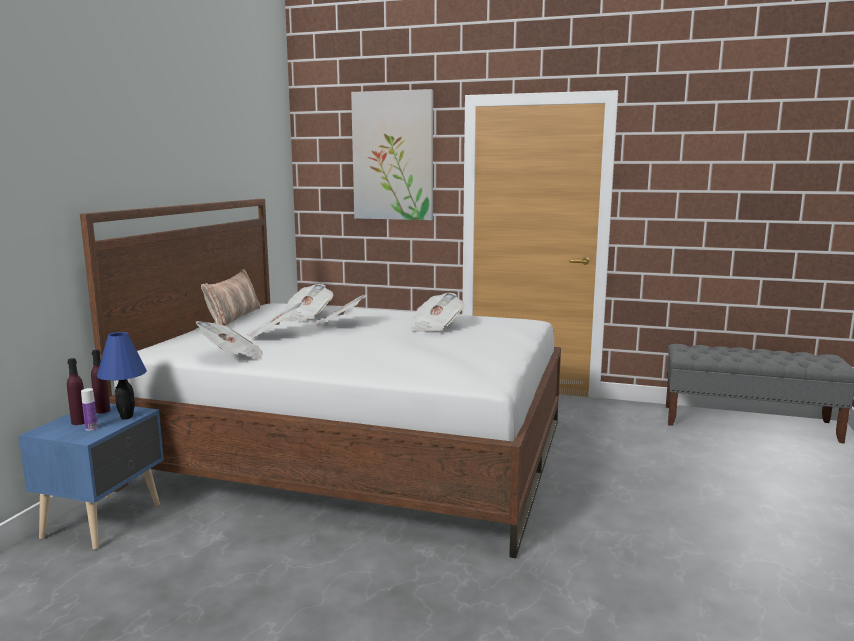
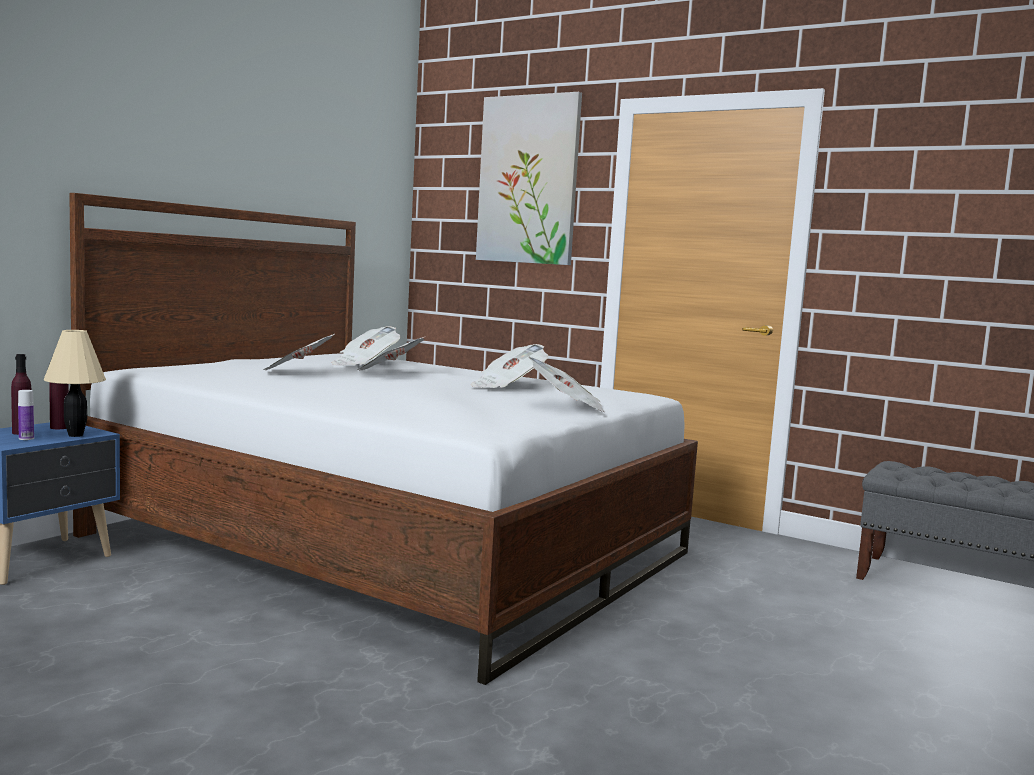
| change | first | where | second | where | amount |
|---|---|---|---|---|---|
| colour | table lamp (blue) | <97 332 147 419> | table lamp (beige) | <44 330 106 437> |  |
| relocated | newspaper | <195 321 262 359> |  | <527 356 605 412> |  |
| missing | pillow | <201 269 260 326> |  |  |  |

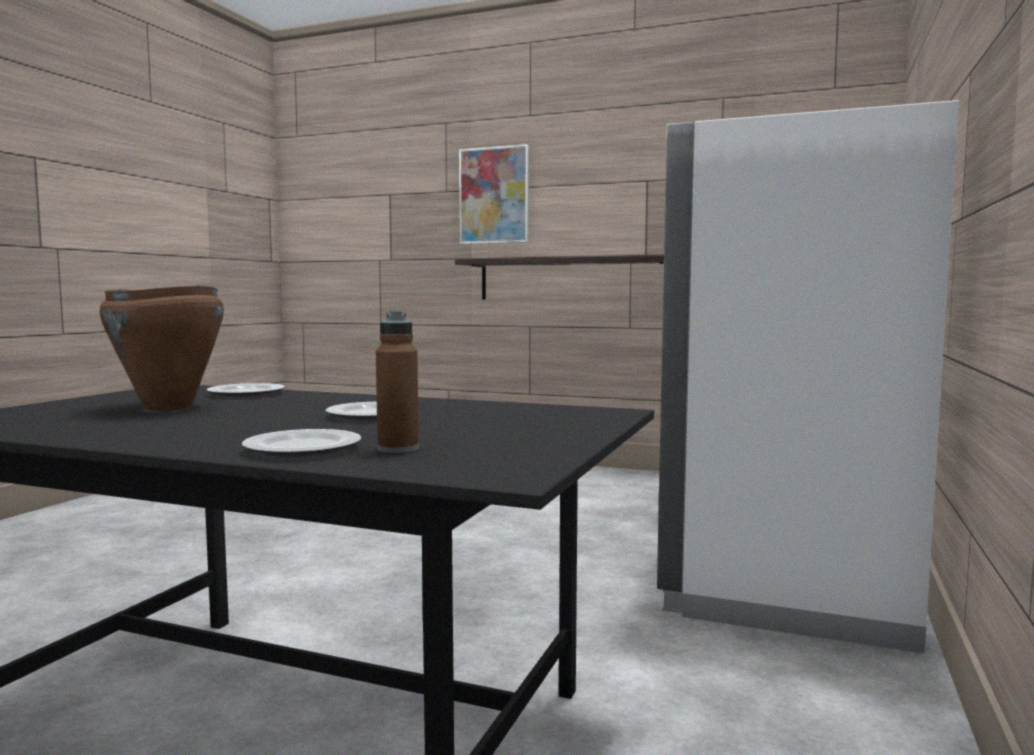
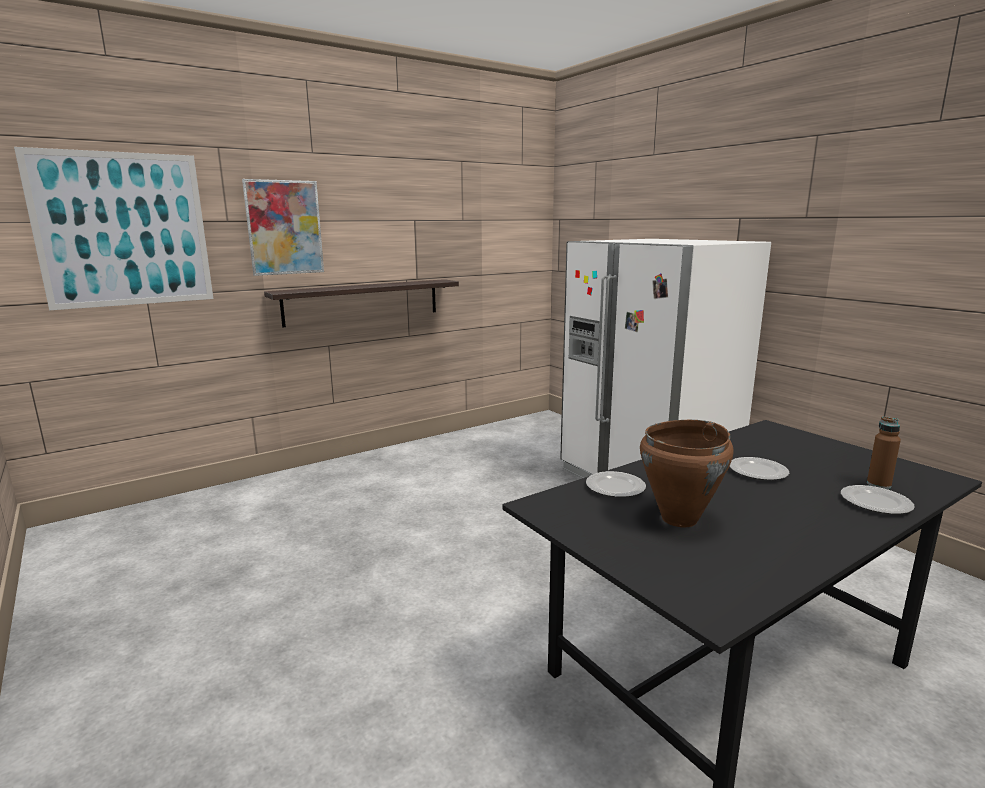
| change | first | where | second | where | amount |
|---|---|---|---|---|---|
| appeared |  |  | picture | <14 147 213 310> |  |

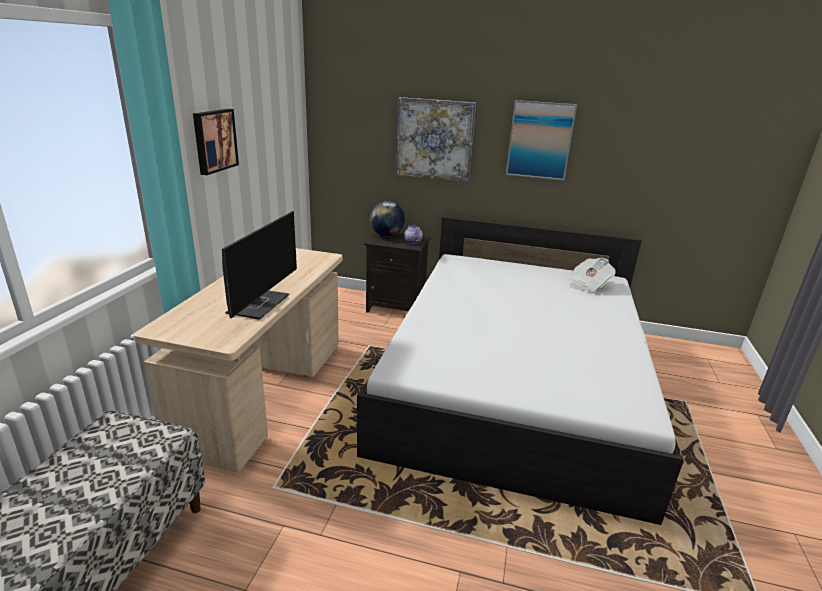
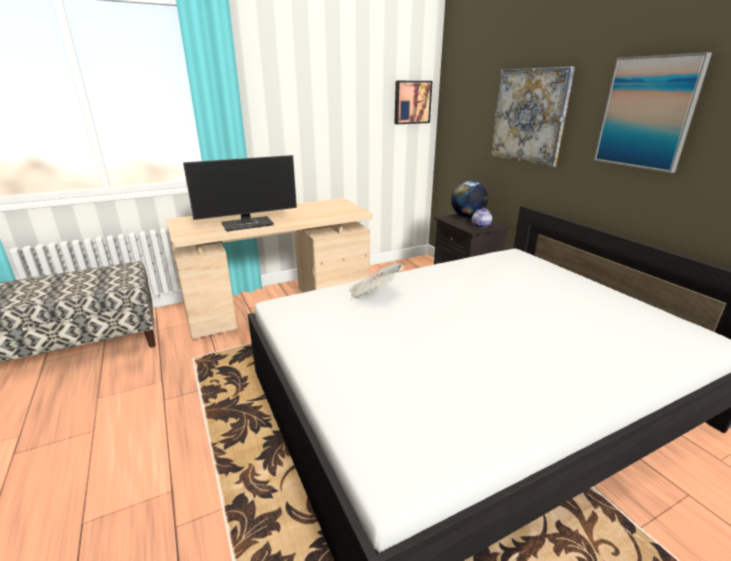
| change | first | where | second | where | amount |
|---|---|---|---|---|---|
| relocated | picture | <193 109 239 175> |  | <394 81 433 124> |  |
| relocated | newspaper | <570 258 616 292> |  | <349 263 403 298> |  |

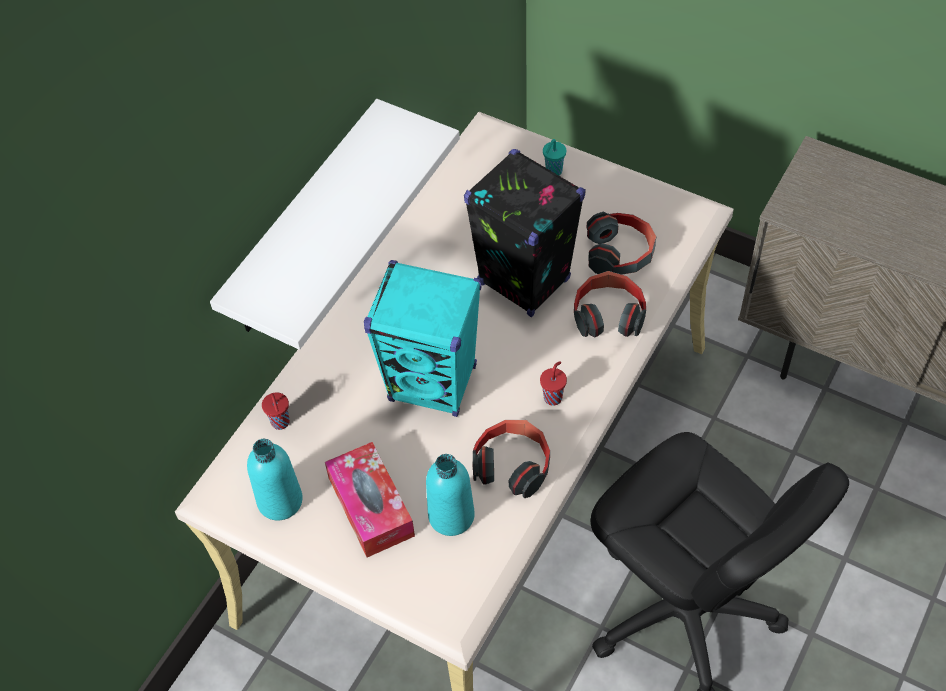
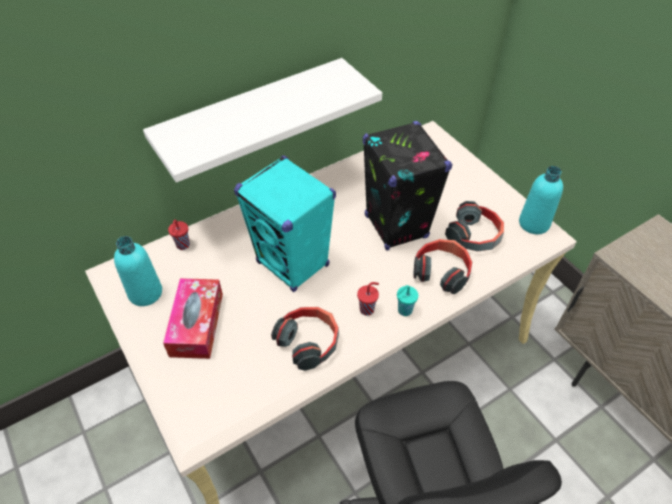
| change | first | where | second | where | amount |
|---|---|---|---|---|---|
| relocated | bottle (turquoise) | <426 454 475 536> |  | <519 166 563 234> |  |
| relocated | cup (turquoise) | <543 139 566 176> |  | <397 285 418 316> |  |

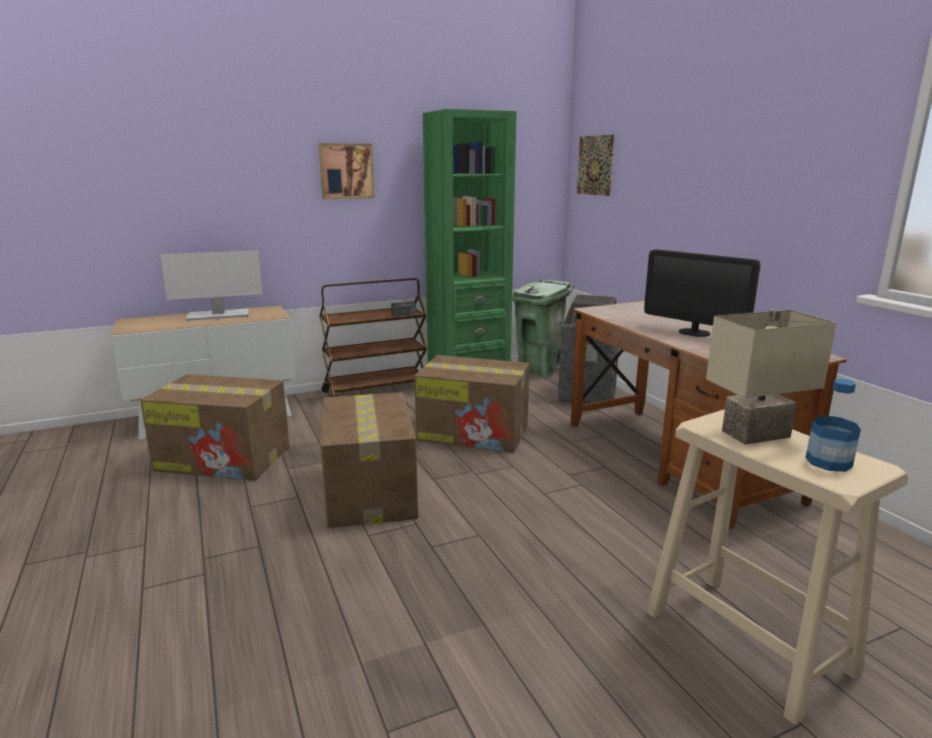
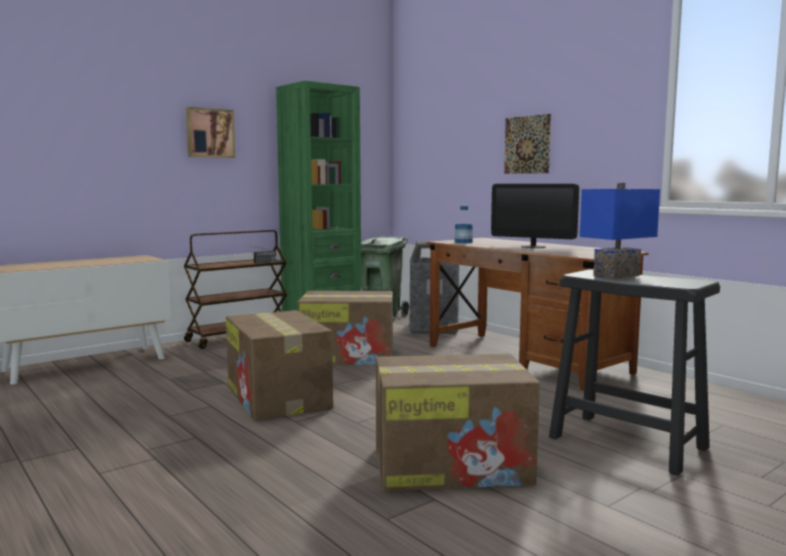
| change | first | where | second | where | amount |
|---|---|---|---|---|---|
| relocated | cardboard box | <140 374 290 481> |  | <376 354 540 491> |  |
| missing | monitor | <160 251 263 321> |  |  |  |
| relocated | picture | <577 135 614 196> |  | <504 114 551 174> |  |
| colour | stool (beige) | <647 409 909 725> | stool (black) | <549 269 720 476> |  |
| colour | table lamp (beige) | <706 309 837 444> | table lamp (blue) | <580 183 660 279> |  |
| relocated | bottle | <805 379 861 472> |  | <455 206 472 243> |  |

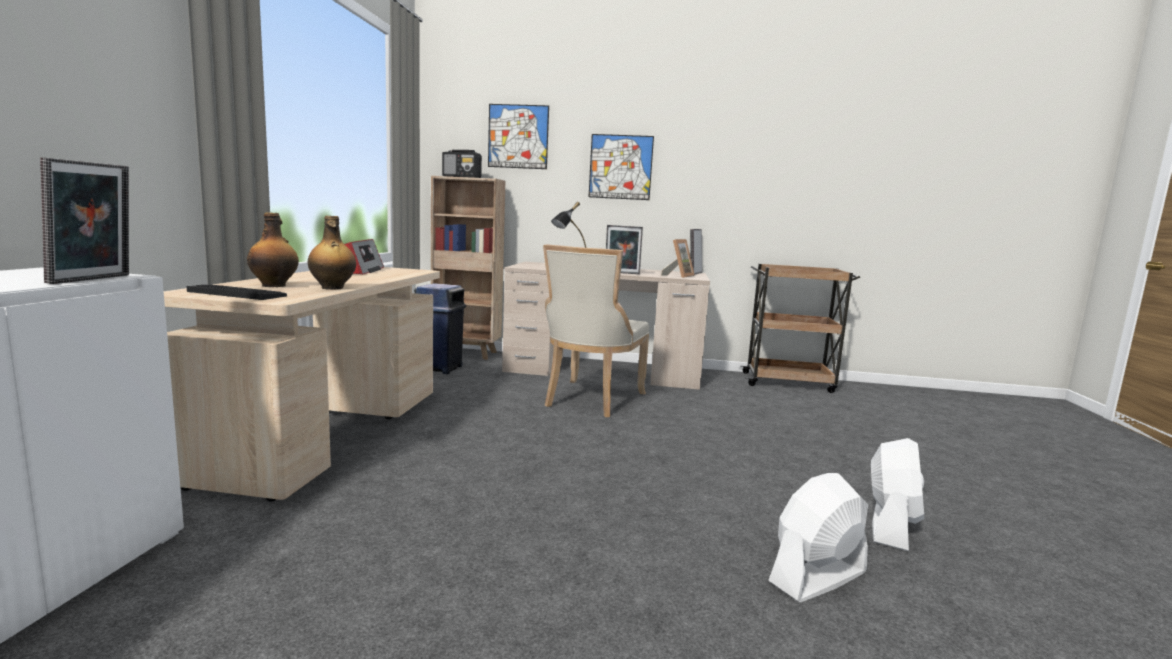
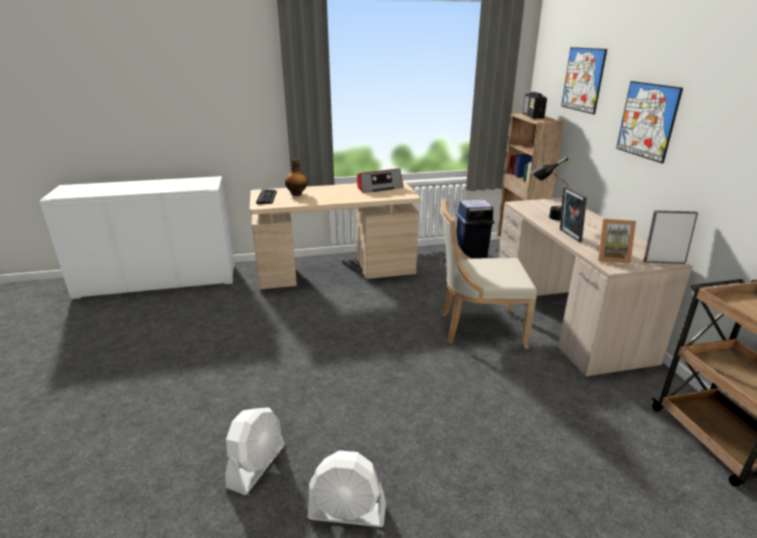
| change | first | where | second | where | amount |
|---|---|---|---|---|---|
| missing | picture frame | <40 157 129 284> |  |  |  |
| missing | bottle | <308 215 356 290> |  |  |  |
| spun | fan (white) | <768 473 868 602> |  | <225 407 284 495> | 75 degrees clockwise |

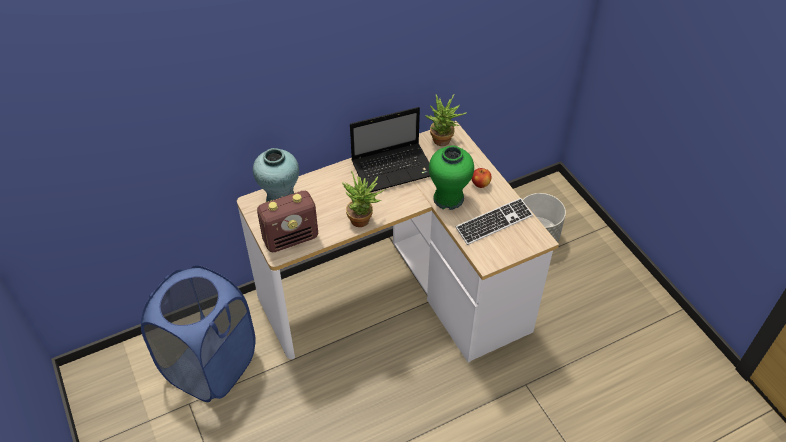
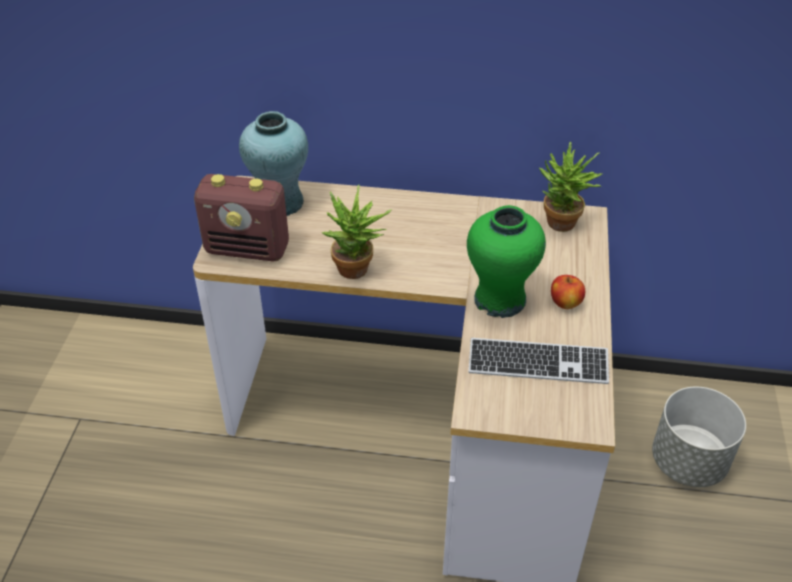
| change | first | where | second | where | amount |
|---|---|---|---|---|---|
| missing | laundry basket (blue) | <141 265 256 402> |  |  |  |
| missing | laptop | <350 107 430 192> |  |  |  |

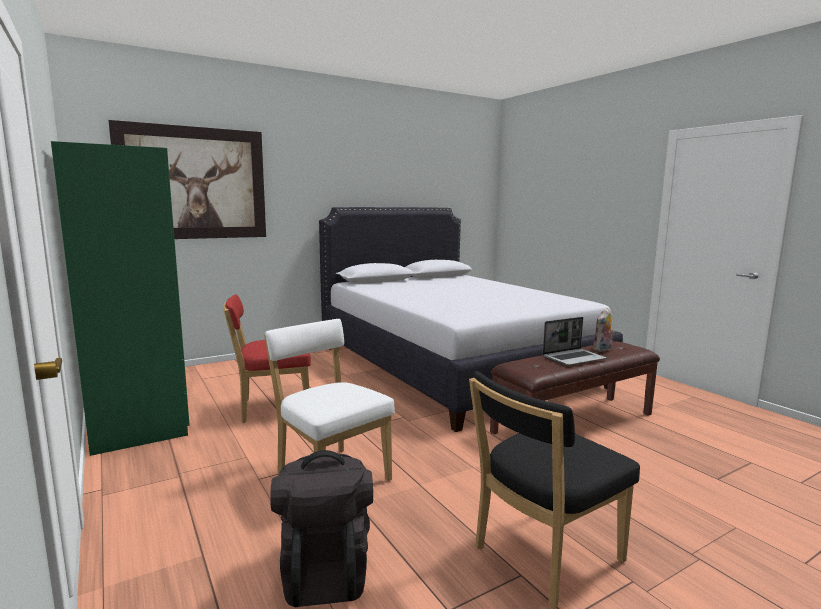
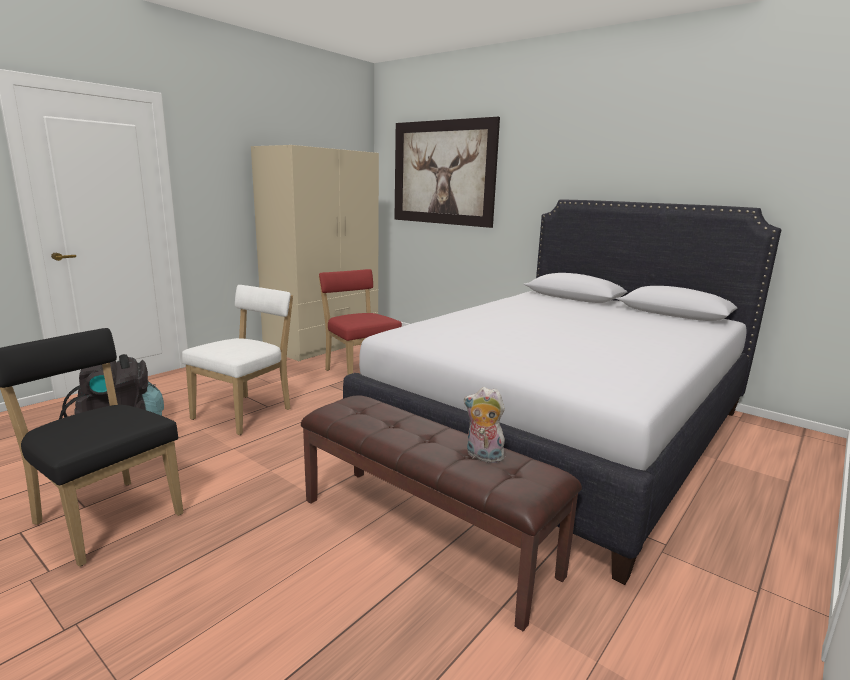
| change | first | where | second | where | amount |
|---|---|---|---|---|---|
| colour | wardrobe (green) | <51 141 190 456> | wardrobe (beige) | <251 145 379 361> |  |
| missing | laptop | <542 317 607 366> |  |  |  |

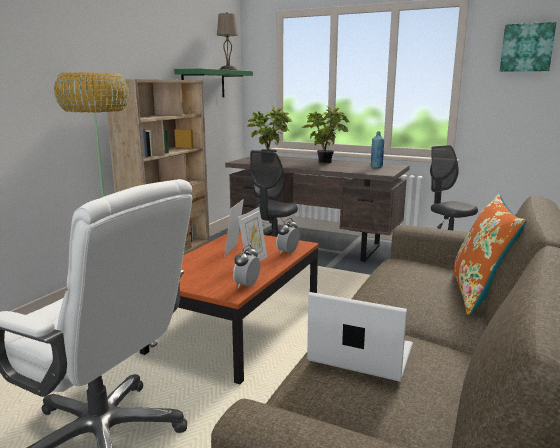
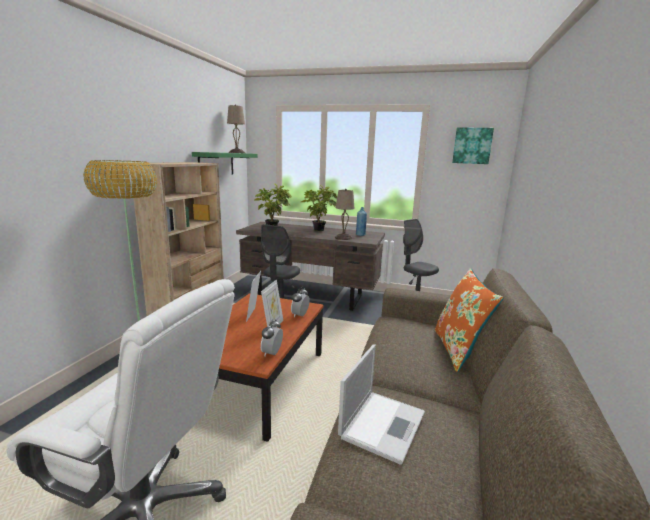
| change | first | where | second | where | amount |
|---|---|---|---|---|---|
| spun | laptop | <307 292 413 382> |  | <338 344 425 465> | 105 degrees clockwise |
| appeared |  |  | table lamp (beige) | <335 189 355 240> |  |

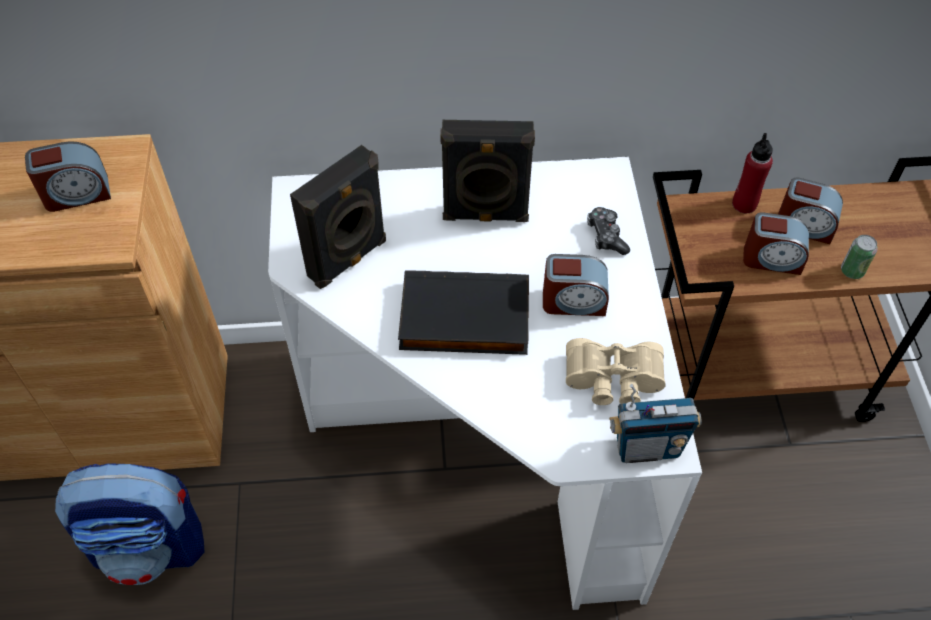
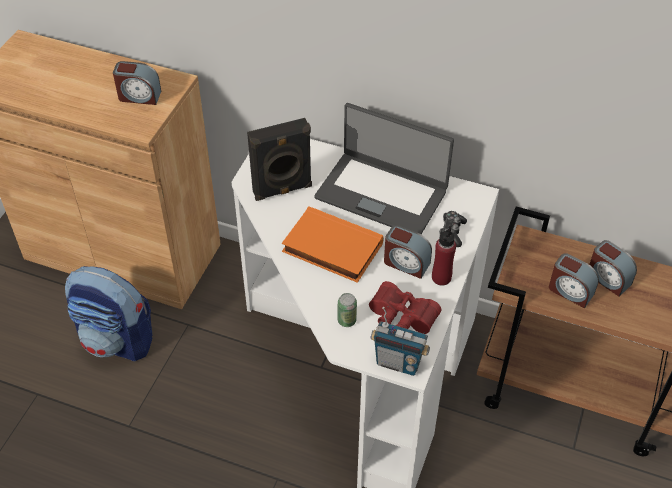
| change | first | where | second | where | amount |
|---|---|---|---|---|---|
| colour | book (black) | <398 271 529 355> | book (orange) | <282 206 383 283> |  |
| exchanged | speaker (black) | <440 120 535 222> | laptop | <314 103 454 234> |  |
| colour | binoculars (beige) | <566 338 666 405> | binoculars (red) | <369 281 442 334> |  |
| relocated | bottle (red) | <732 133 773 213> |  | <432 225 456 286> |  |
| relocated | can | <841 235 878 279> |  | <338 293 357 327> |  |

